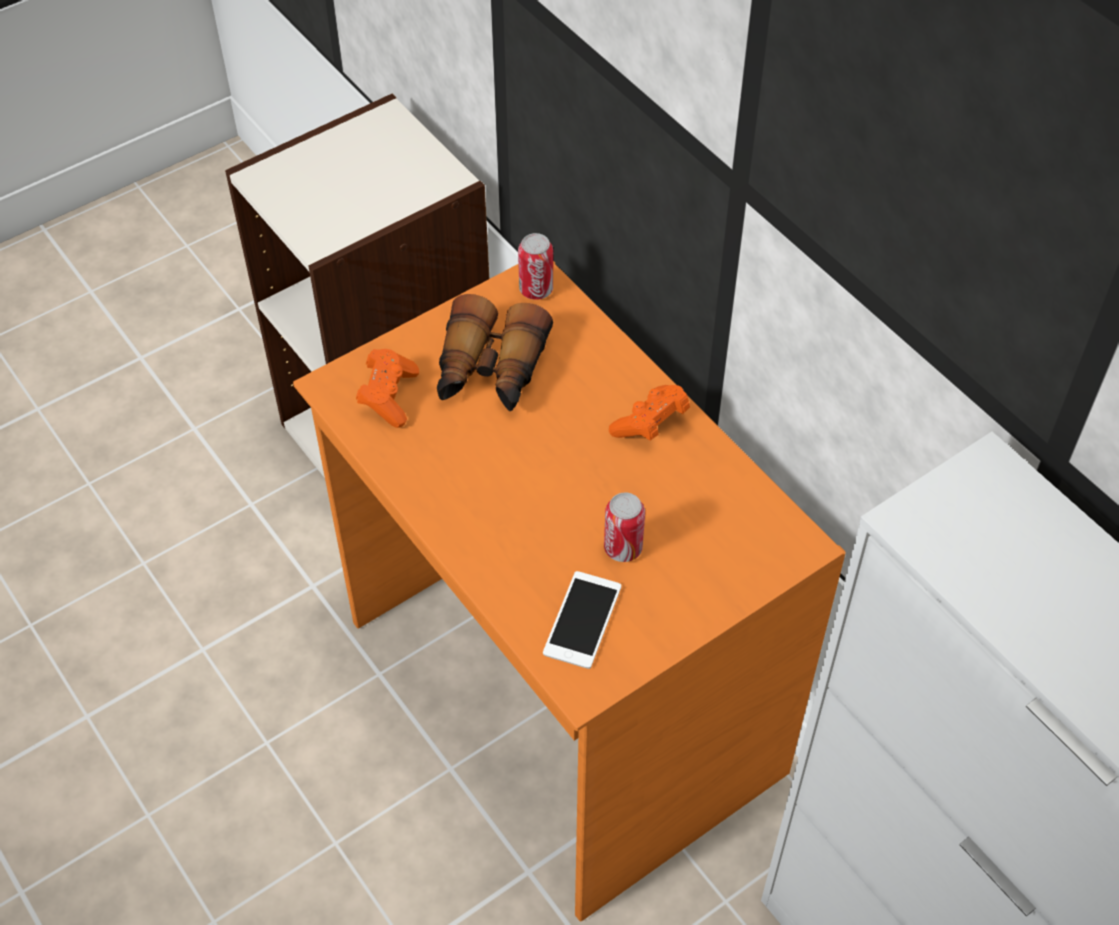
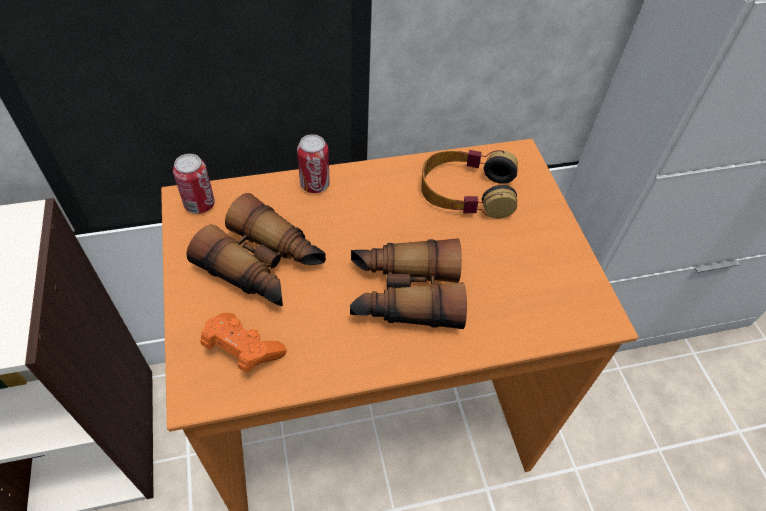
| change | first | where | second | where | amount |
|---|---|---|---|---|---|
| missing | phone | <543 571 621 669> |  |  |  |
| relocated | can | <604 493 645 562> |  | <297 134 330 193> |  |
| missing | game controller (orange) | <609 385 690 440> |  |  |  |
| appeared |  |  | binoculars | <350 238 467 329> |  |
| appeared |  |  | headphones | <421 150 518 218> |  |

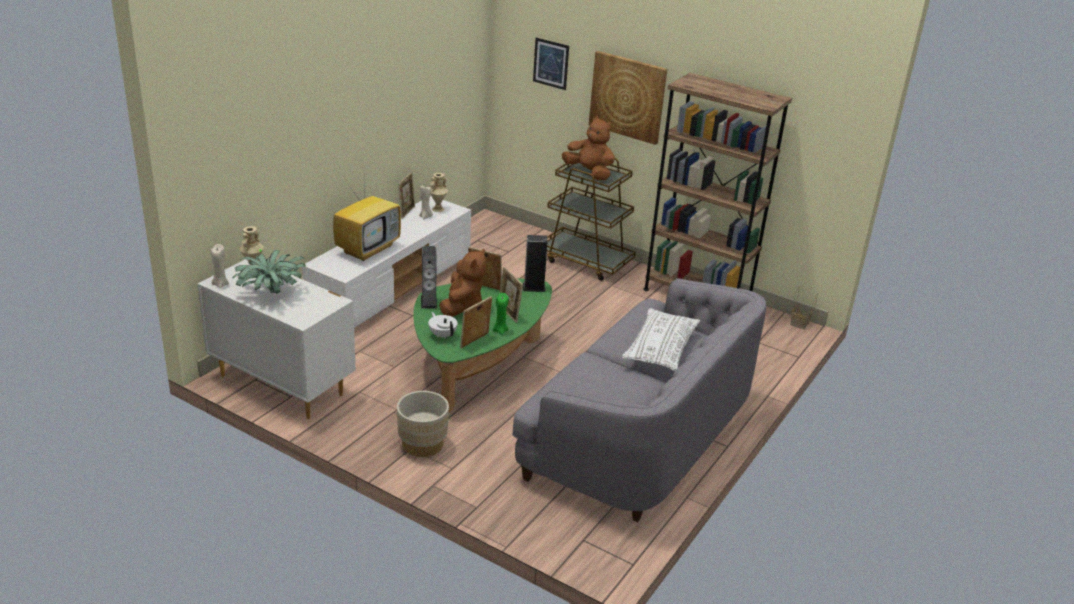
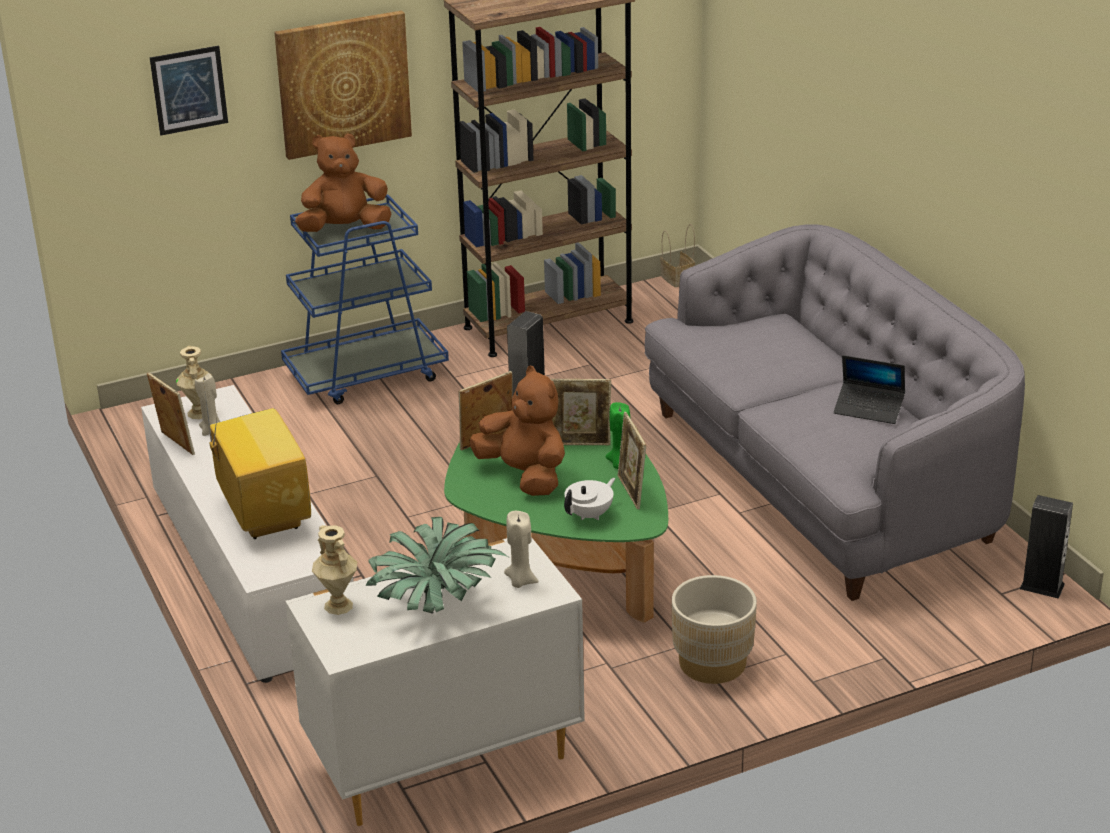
| change | first | where | second | where | amount |
|---|---|---|---|---|---|
| relocated | candle (beige) | <211 244 229 288> |  | <504 511 539 588> |  |
| relocated | speaker | <421 246 437 309> |  | <1020 495 1073 599> |  |
| spun | teapot (white) | <428 312 458 339> |  | <564 478 615 520> | 135 degrees clockwise |
| colour | cart (brown) | <547 158 636 281> | cart (blue) | <281 194 449 404> |  |
| missing | pillow (white) | <622 308 700 371> |  |  |  |
| appeared |  |  | laptop | <834 355 905 424> |  |

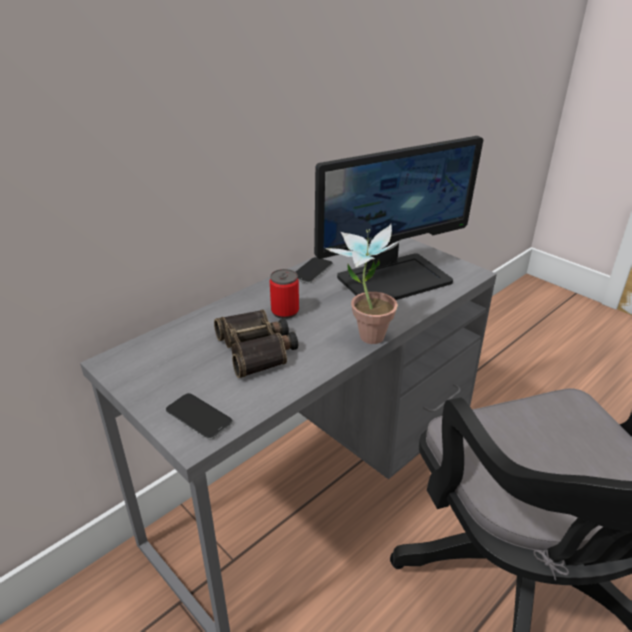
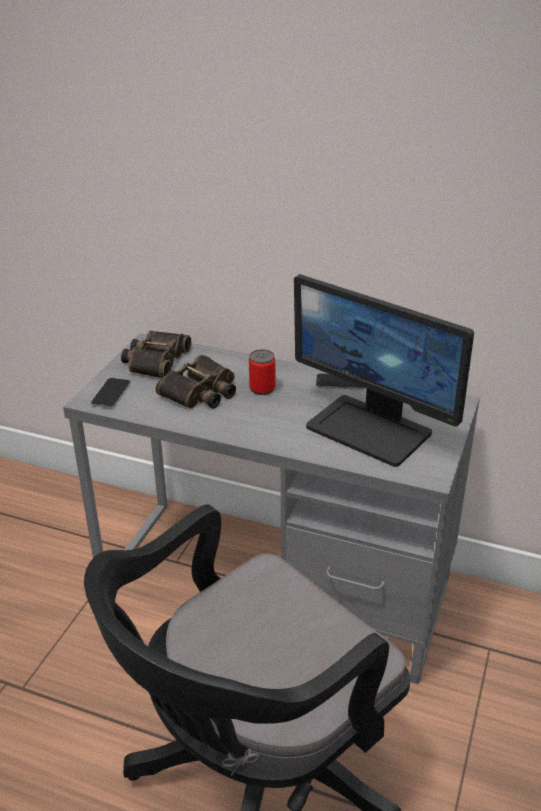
| change | first | where | second | where | amount |
|---|---|---|---|---|---|
| missing | potted plant | <325 224 400 344> |  |  |  |
| appeared |  |  | binoculars | <121 330 192 378> |  |

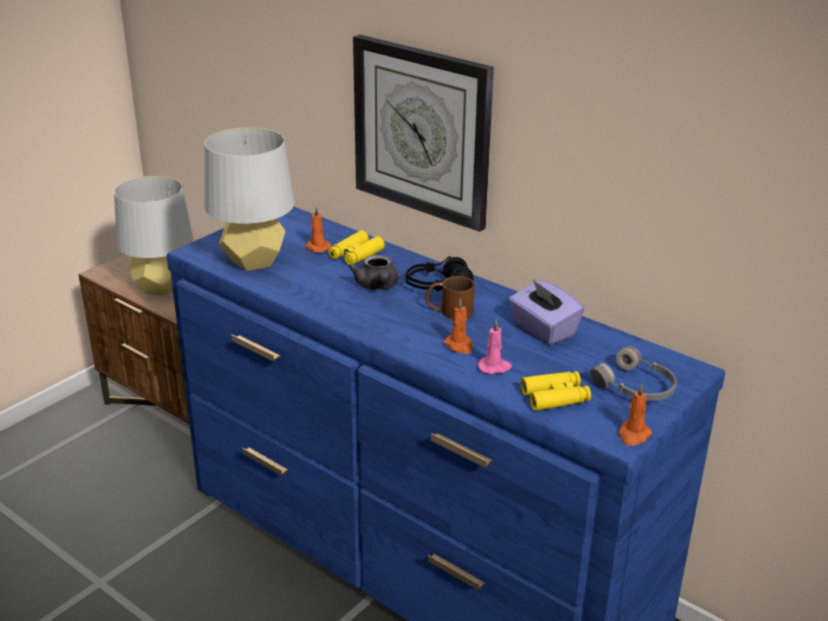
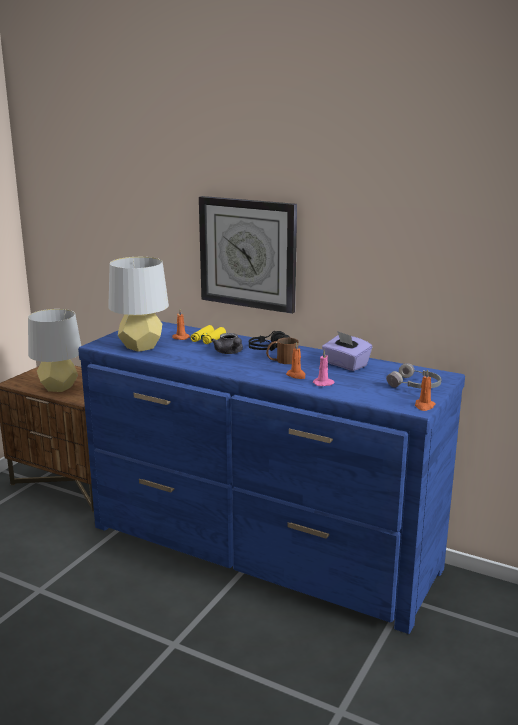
| change | first | where | second | where | amount |
|---|---|---|---|---|---|
| missing | binoculars (yellow) | <521 371 591 411> |  |  |  |

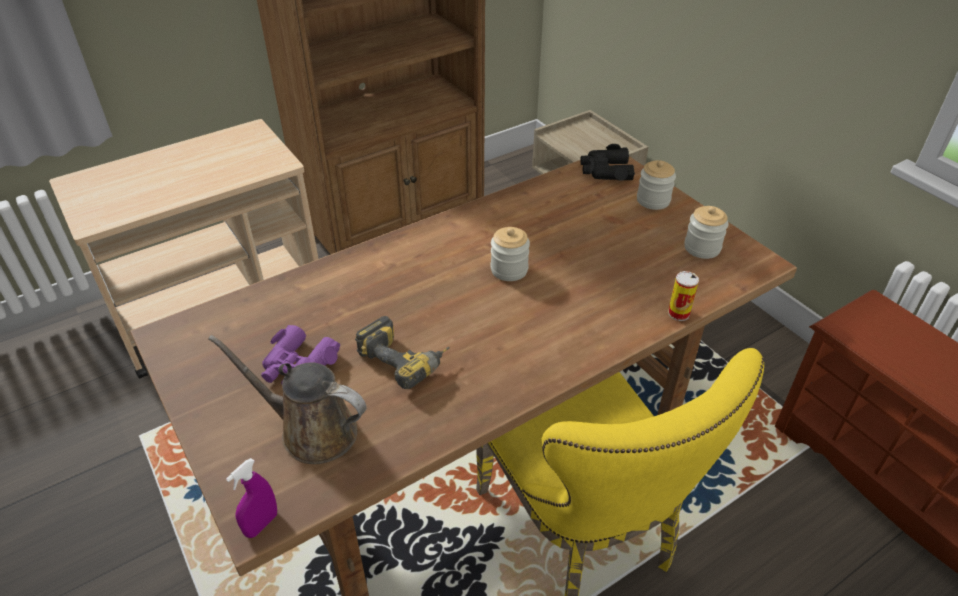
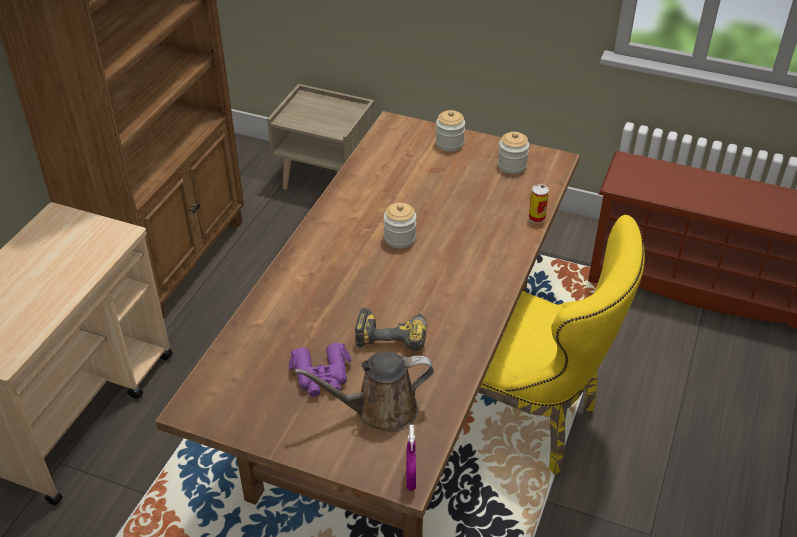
| change | first | where | second | where | amount |
|---|---|---|---|---|---|
| missing | binoculars (black) | <581 144 635 181> |  |  |  |

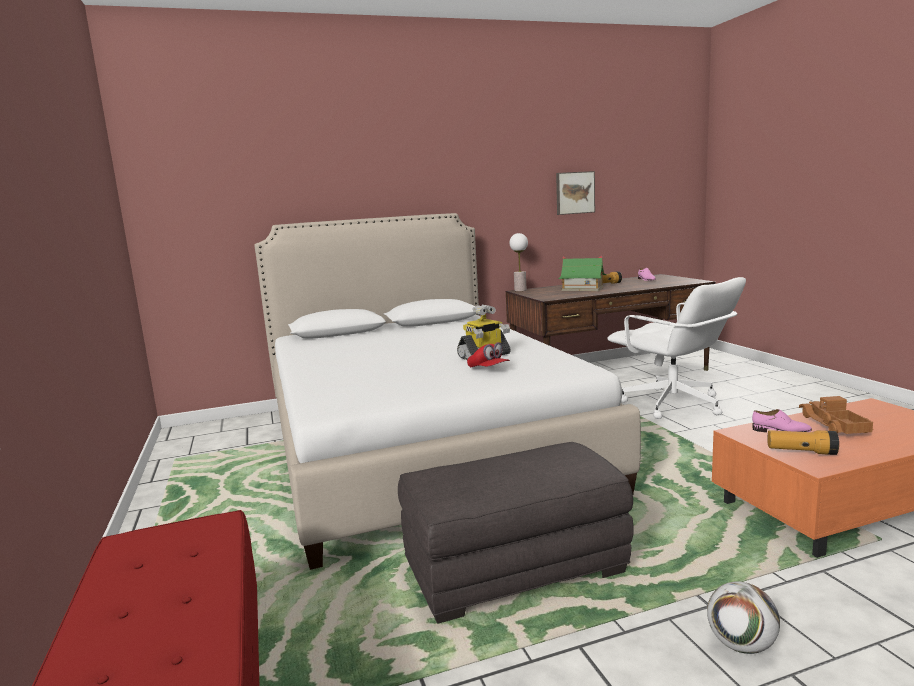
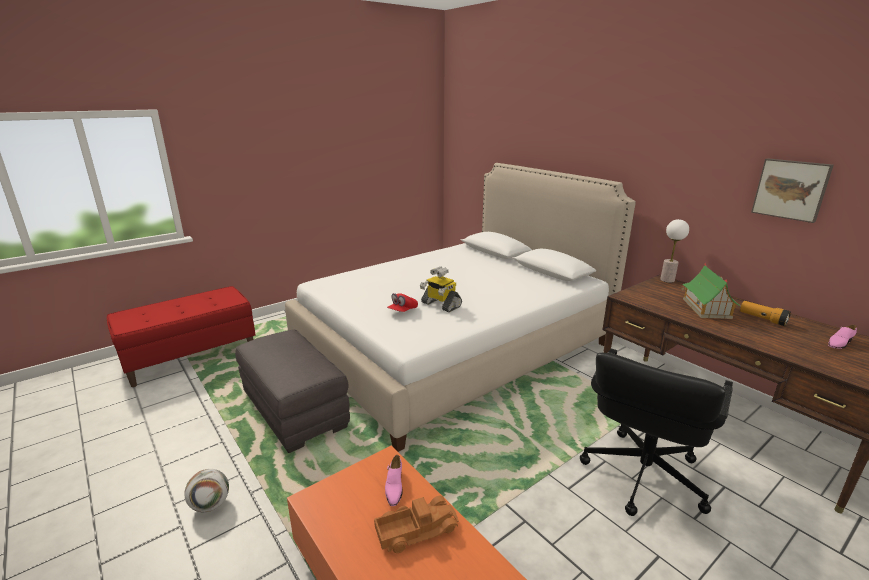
| change | first | where | second | where | amount |
|---|---|---|---|---|---|
| colour | office chair (white) | <607 277 746 419> | office chair (black) | <580 349 733 516> |  |
| missing | flashlight | <767 430 839 455> |  |  |  |

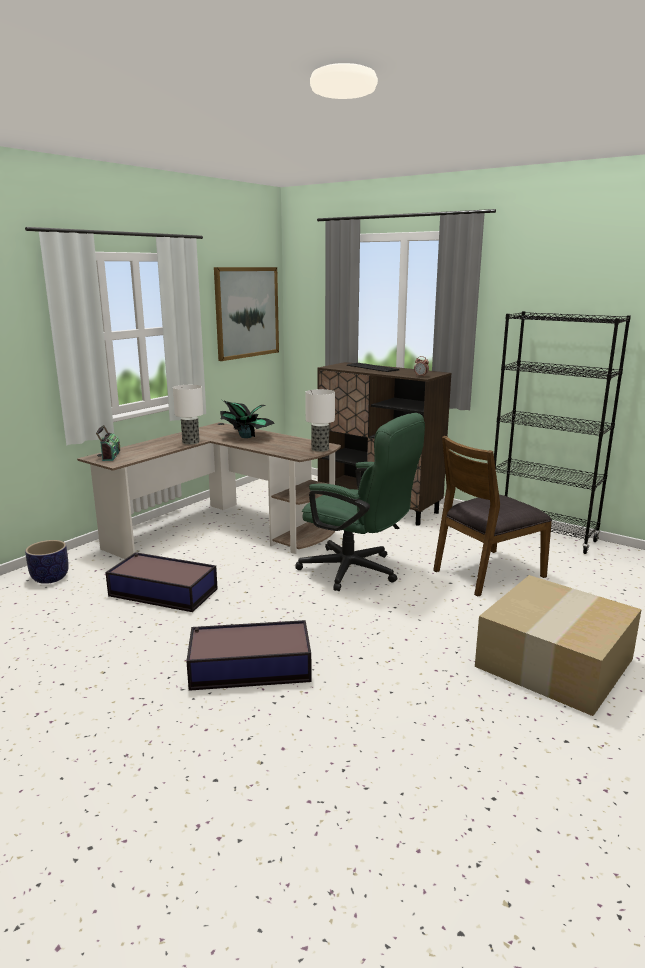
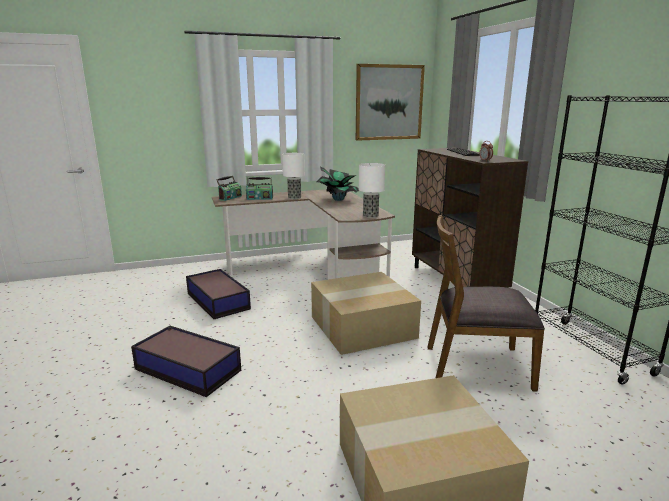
| change | first | where | second | where | amount |
|---|---|---|---|---|---|
| missing | planter | <25 540 69 584> |  |  |  |
| exchanged | office chair (green) | <295 413 425 591> | cardboard box | <311 272 421 355> |  |
| appeared |  |  | radio | <246 177 273 200> |  |

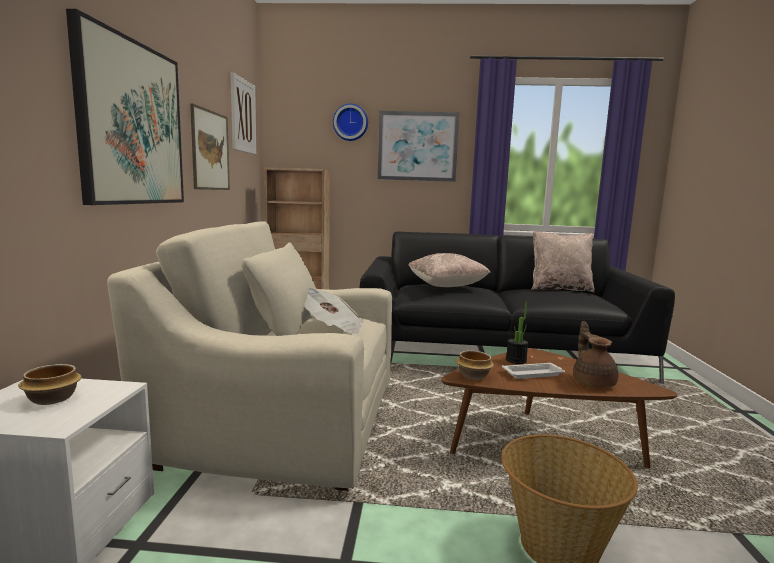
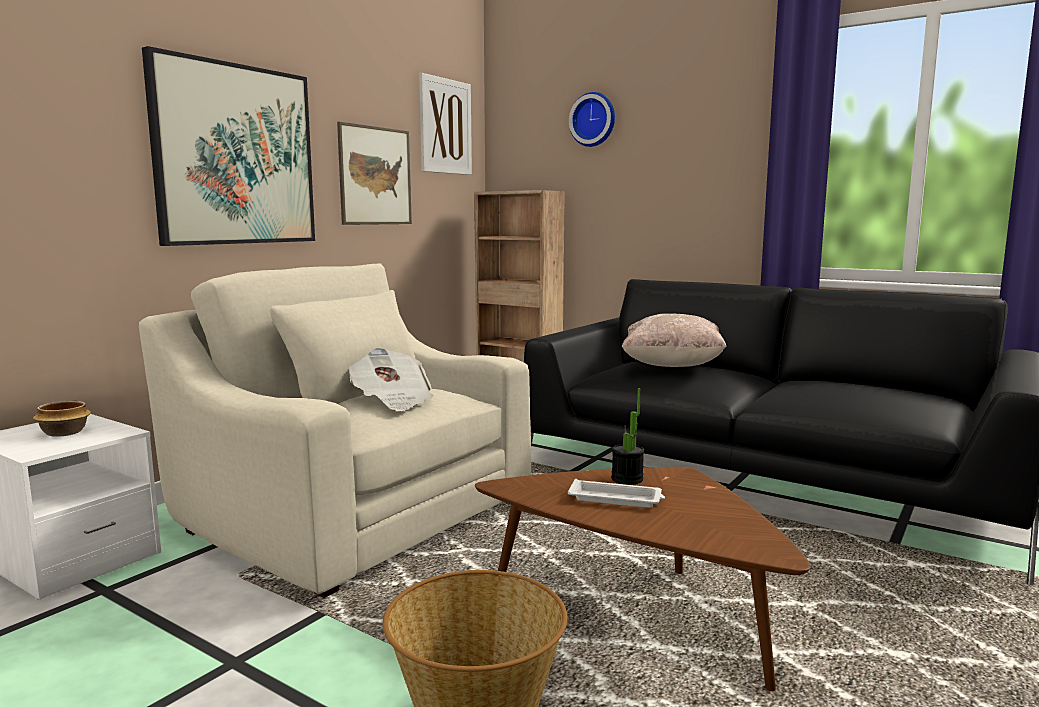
| change | first | where | second | where | amount |
|---|---|---|---|---|---|
| missing | picture | <378 111 459 182> |  |  |  |
| missing | bowl | <456 350 494 380> |  |  |  |
| missing | pillow (beige) | <531 231 595 293> |  |  |  |
| missing | teapot (brown) | <573 321 618 388> |  |  |  |

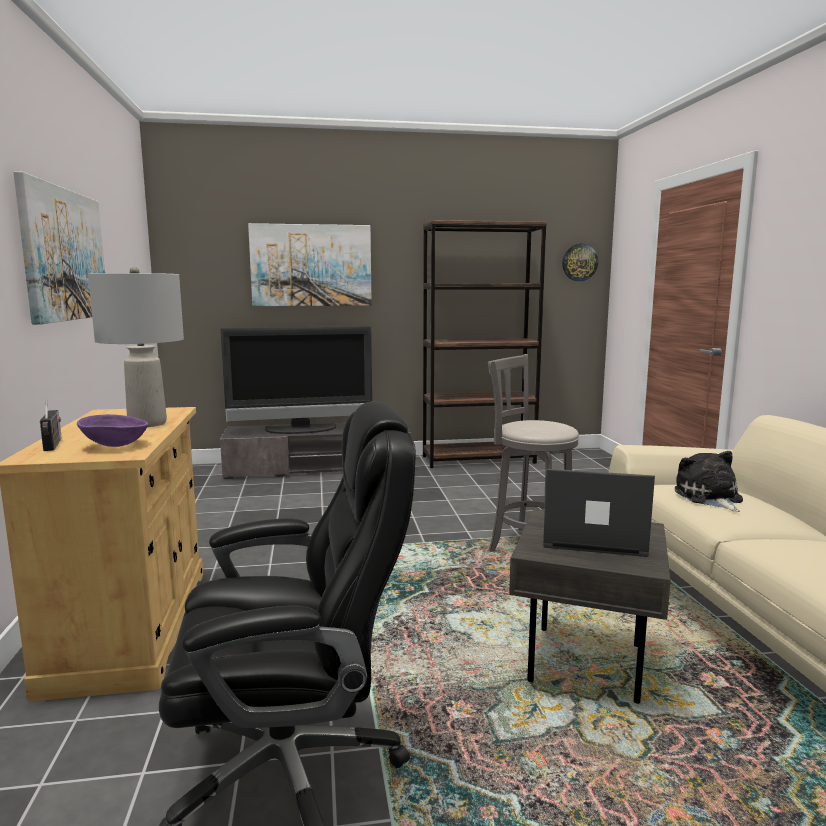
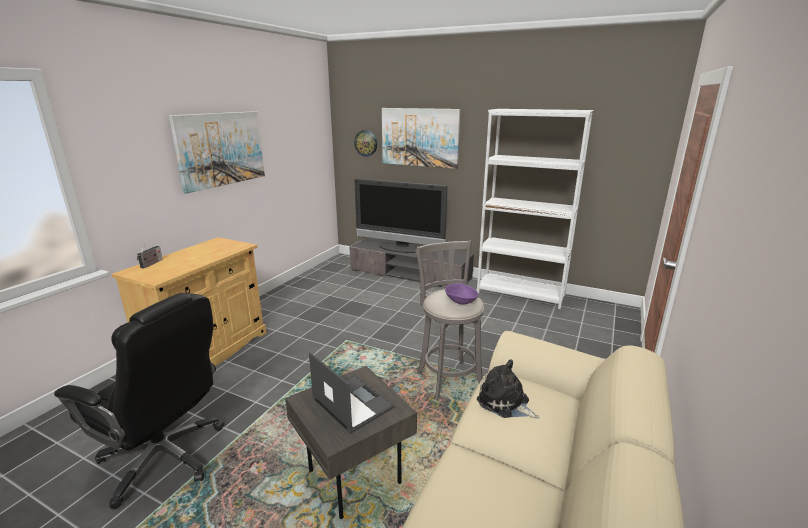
| change | first | where | second | where | amount |
|---|---|---|---|---|---|
| relocated | bowl (purple) | <77 414 149 447> |  | <445 283 479 305> |  |
| missing | table lamp (grey) | <88 267 184 427> |  |  |  |
| colour | bookcase (brown) | <423 220 547 468> | bookcase (white) | <477 109 593 309> |  |
| relocated | wall clock | <562 244 598 281> |  | <354 130 377 157> |  |
| spun | plush toy | <675 451 743 512> |  | <477 359 539 418> | 75 degrees counterclockwise |

